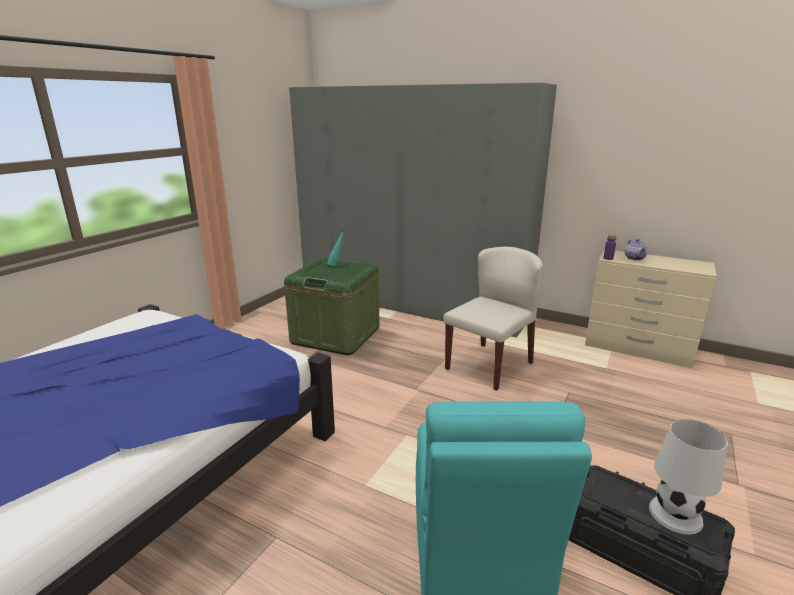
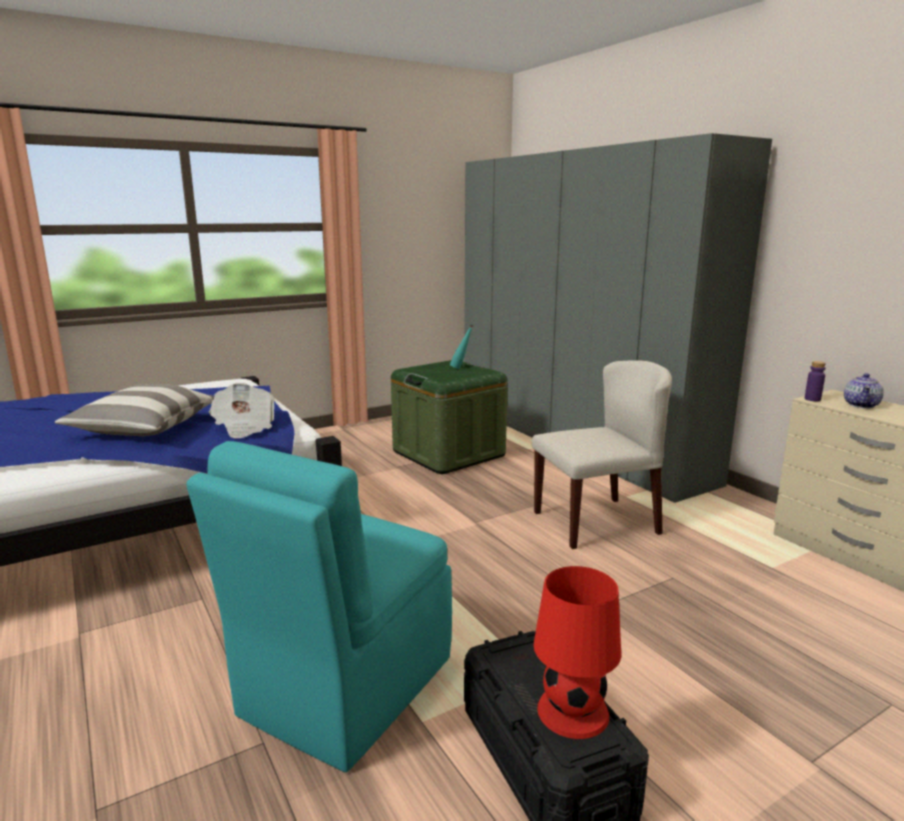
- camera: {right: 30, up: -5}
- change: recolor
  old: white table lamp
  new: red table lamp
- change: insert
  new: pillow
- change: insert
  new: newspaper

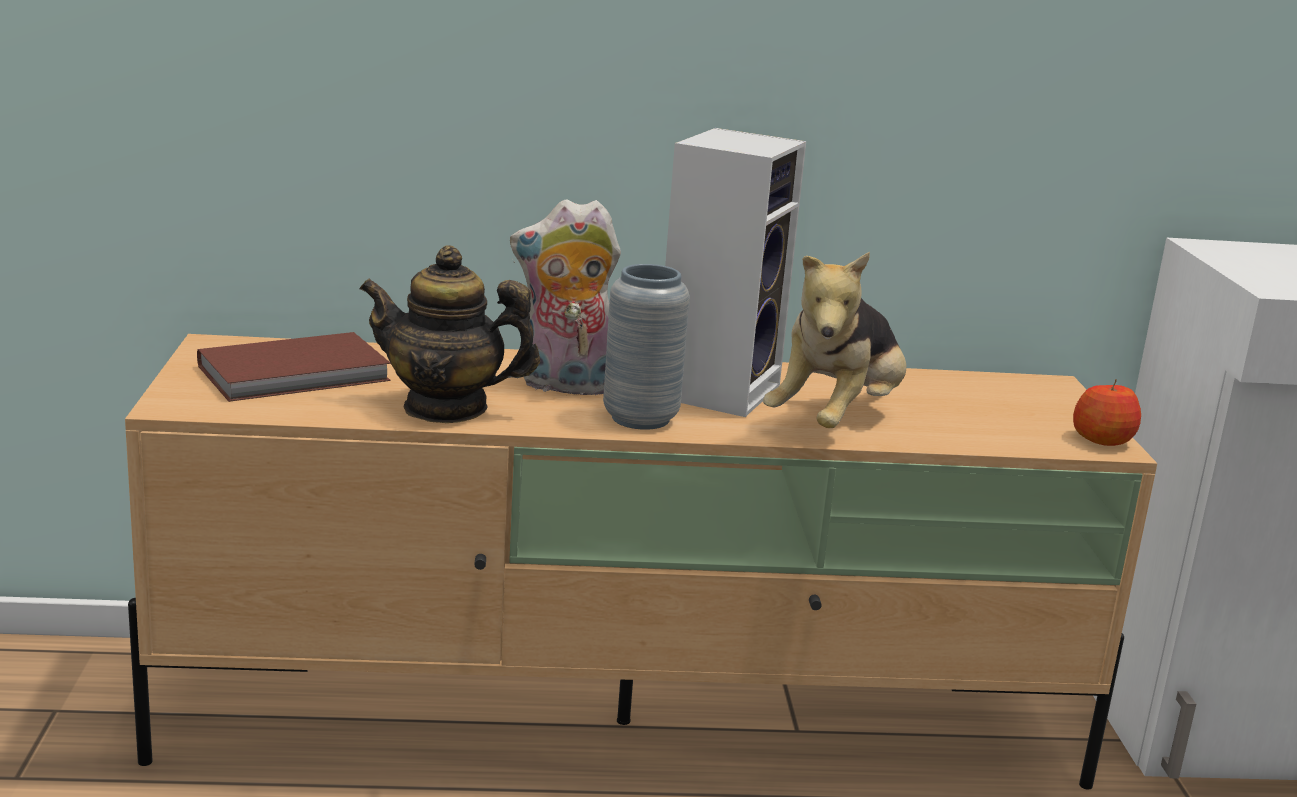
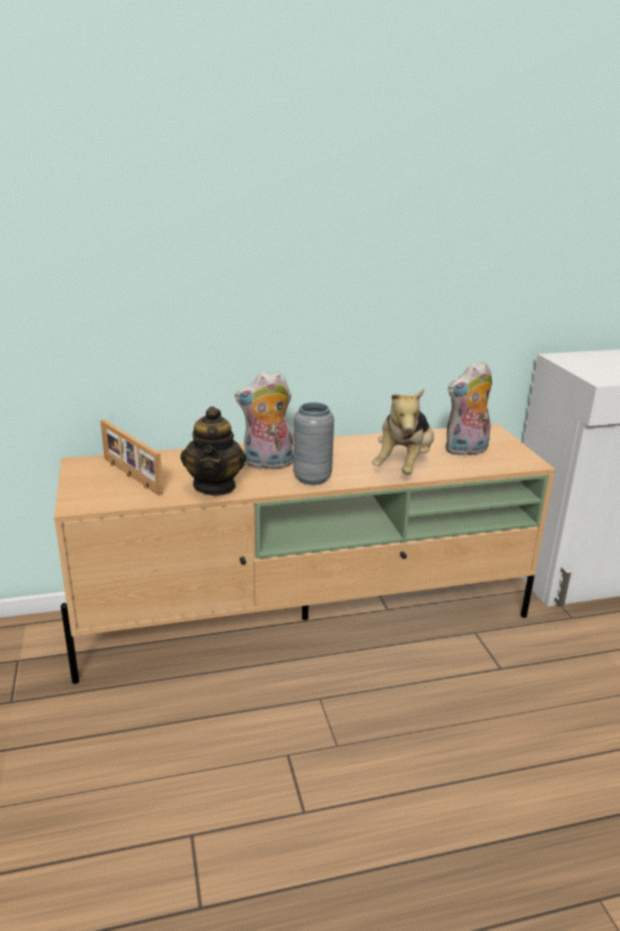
- camera: {right: -10, up: 5}
- change: replace
  old: brown book
  new: picture frame
- change: rotate
  old: teapot
  degrees: -90
- change: delete
  old: speaker
- change: delete
  old: apple
- change: insert
  new: plush toy (3rd from left)

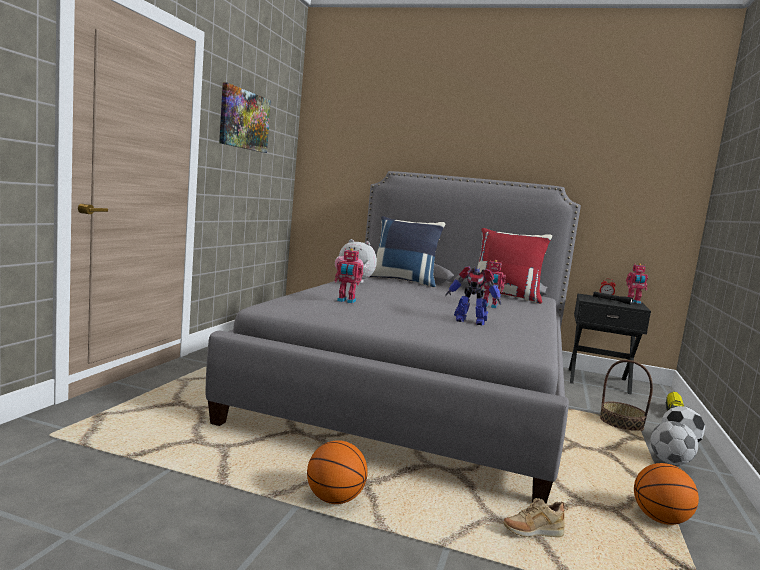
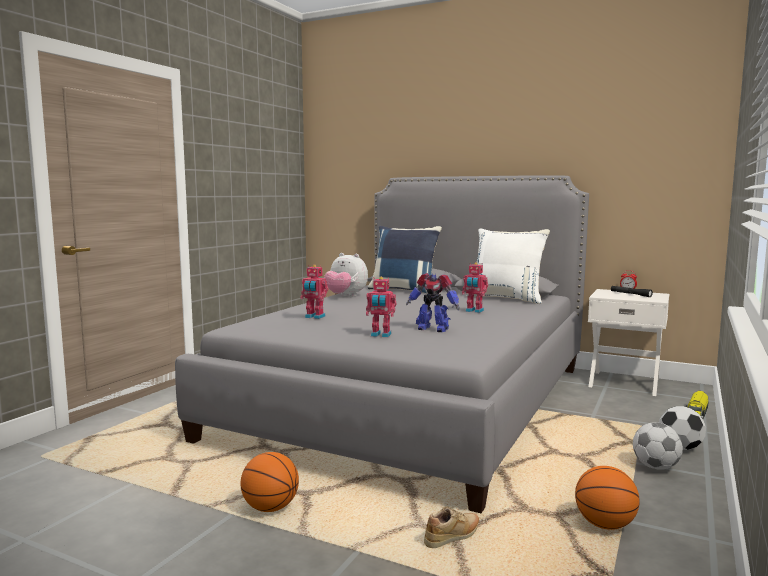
- camera: {right: 10, up: 0}
- change: delete
  old: picture
- change: recolor
  old: red pillow
  new: white pillow
- change: rotate
  old: beige shoe
  degrees: 150
- change: recolor
  old: black nightstand
  new: white nightstand
- change: delete
  old: basket
- change: move
  old: toy robot (4th from left in the first image)
  new: toy robot (2nd from left)

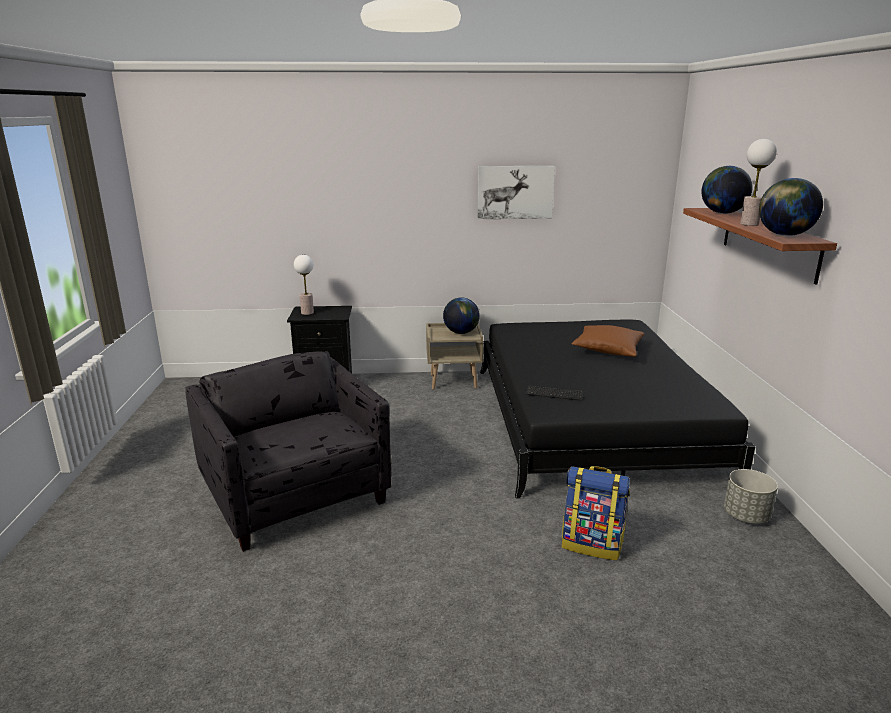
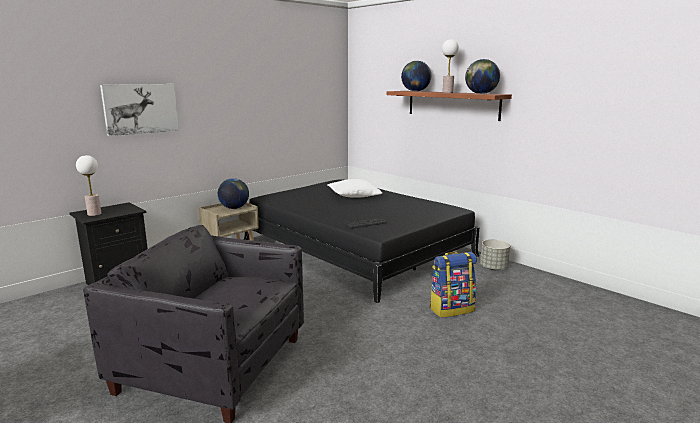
- camera: {right: -40, up: -5}
- change: move
  old: picture
- change: recolor
  old: brown pillow
  new: white pillow

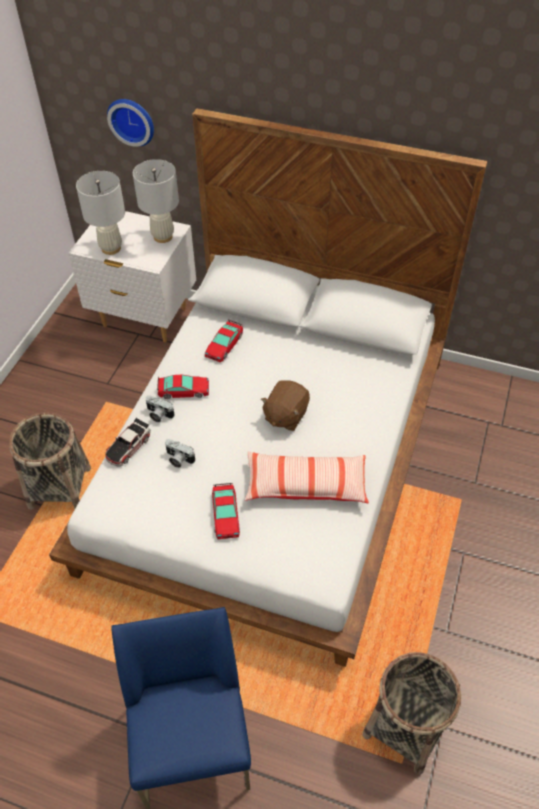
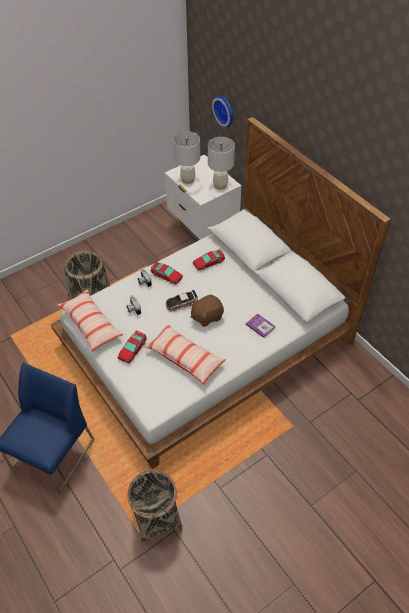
- camera: {right: 35, up: 0}
- change: move
  old: toy car (1st from left in the first image)
  new: toy car (3rd from left)
- change: insert
  new: pillow (1st from left)
- change: insert
  new: book

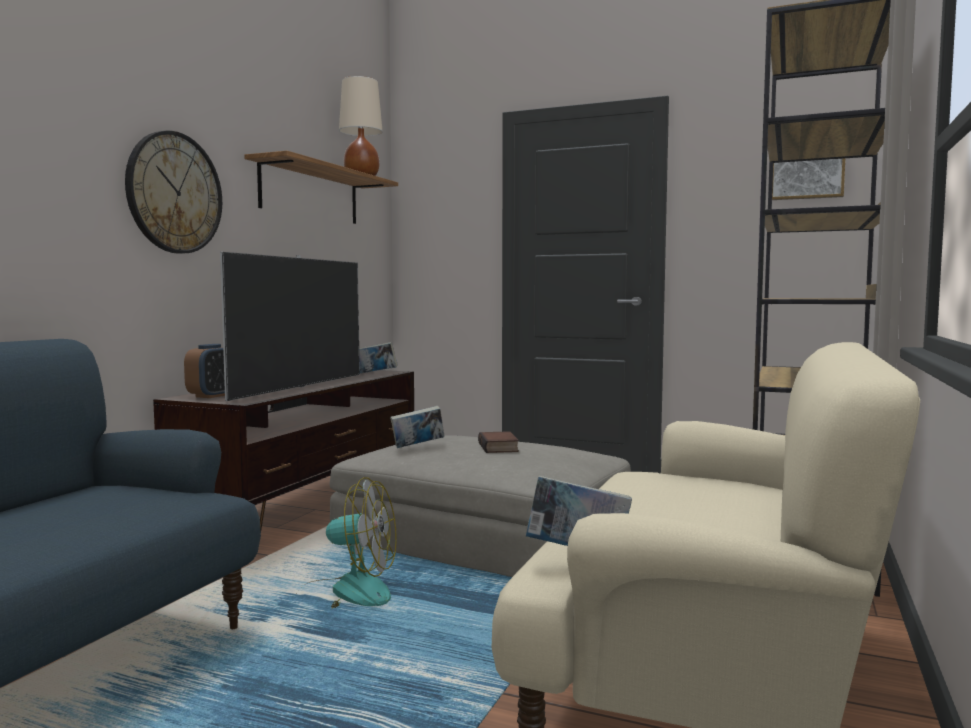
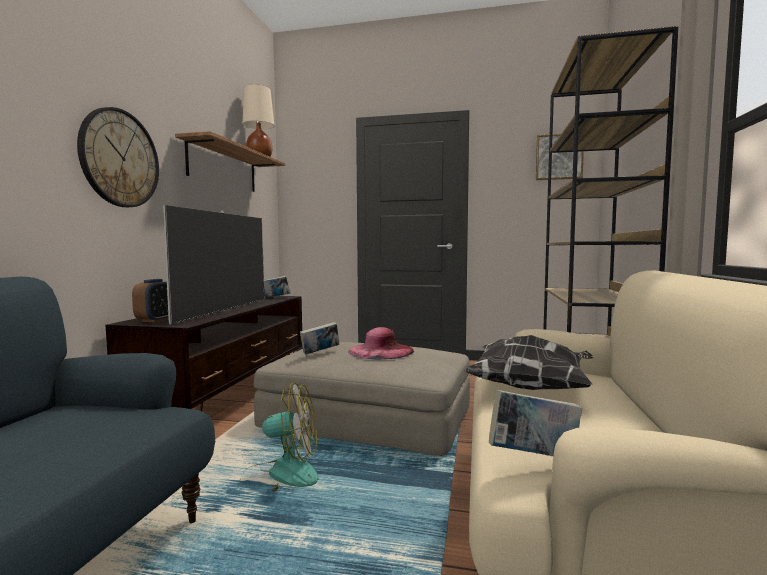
- camera: {right: -10, up: 0}
- change: replace
  old: book (3rd from left)
  new: pink hat
- change: insert
  new: pillow

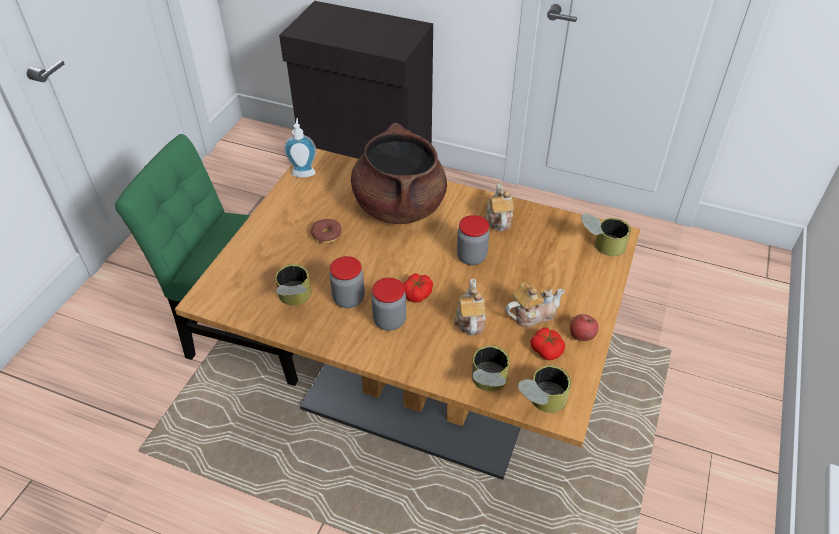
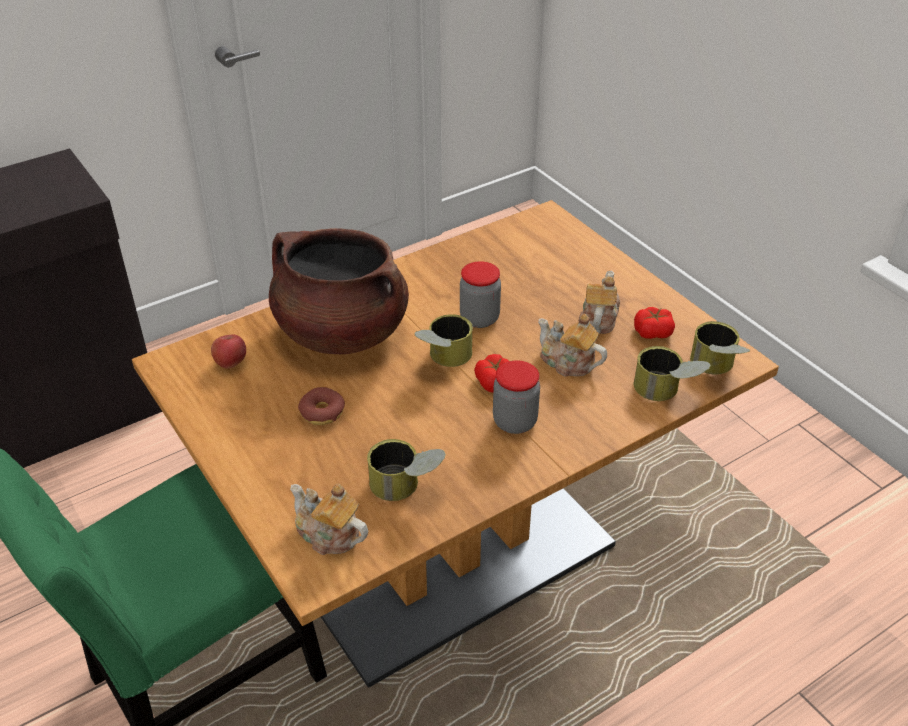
- camera: {right: -55, up: -5}
- change: delete
  old: soap dispenser
- change: delete
  old: jar (1st from left)
- change: move
  old: teapot (2nd from left in the first image)
  new: teapot (1st from left)
- change: move
  old: apple
- change: move
  old: can (4th from left in the first image)
  new: can (2nd from left)

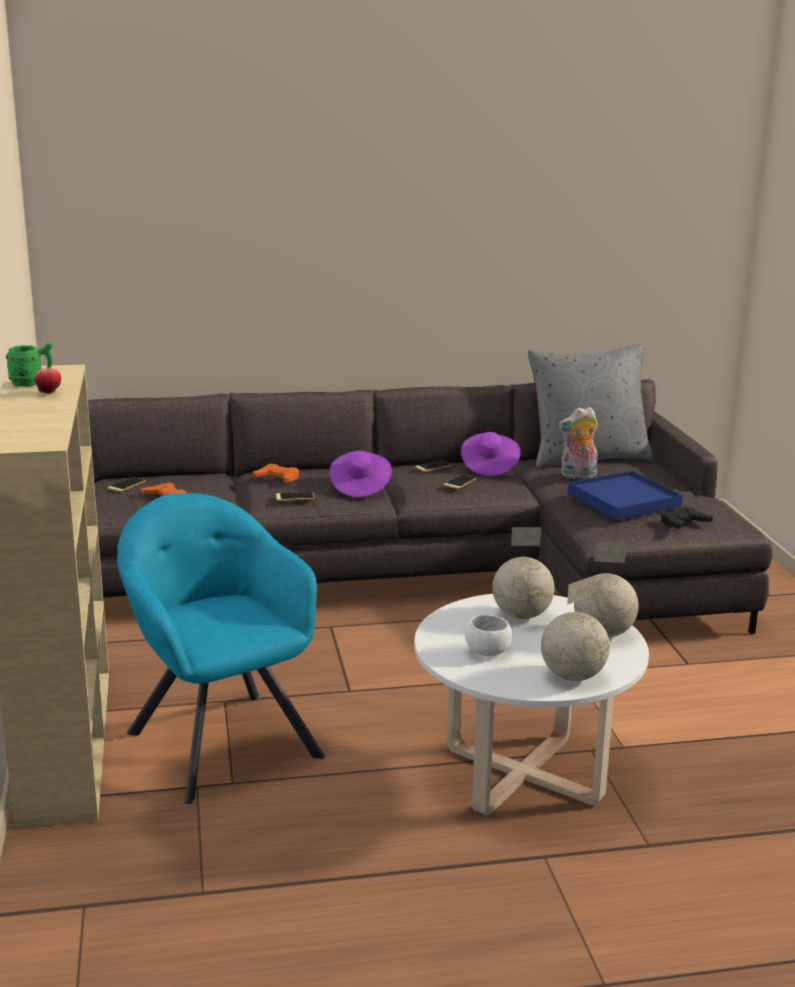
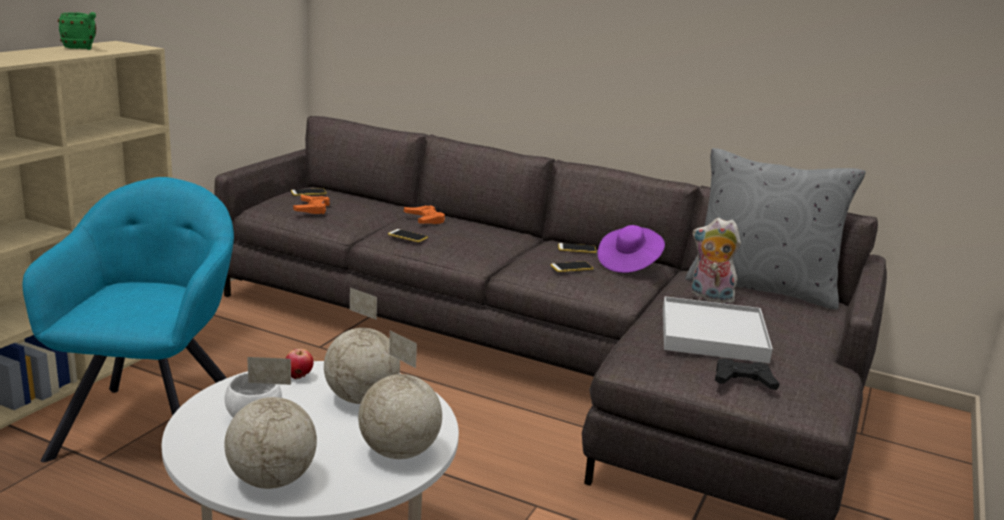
- camera: {right: 35, up: 0}
- change: move
  old: apple
- change: delete
  old: purple hat (1st from left)
- change: recolor
  old: blue tray
  new: white tray

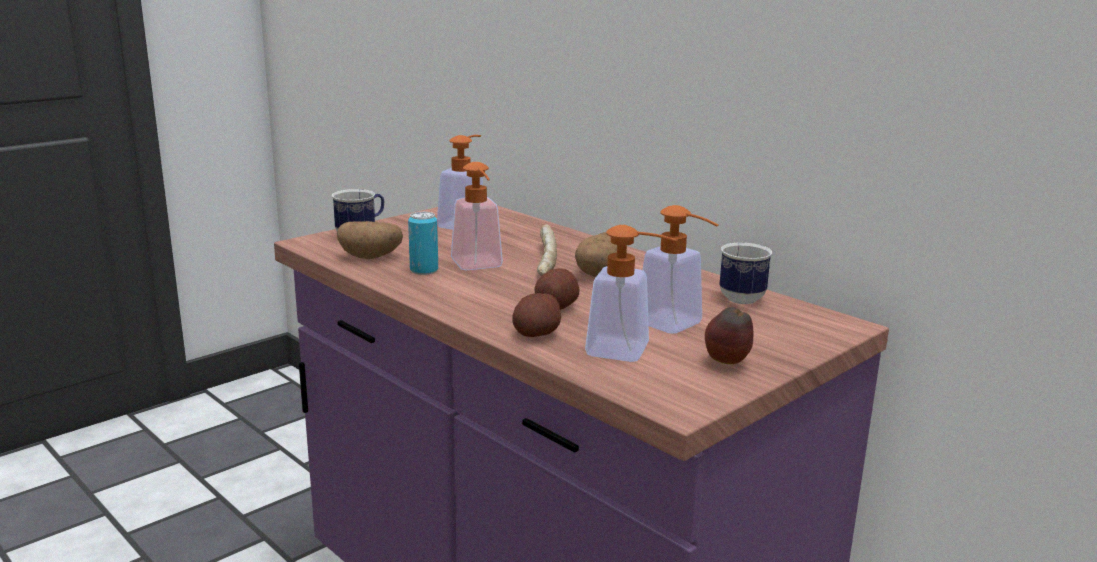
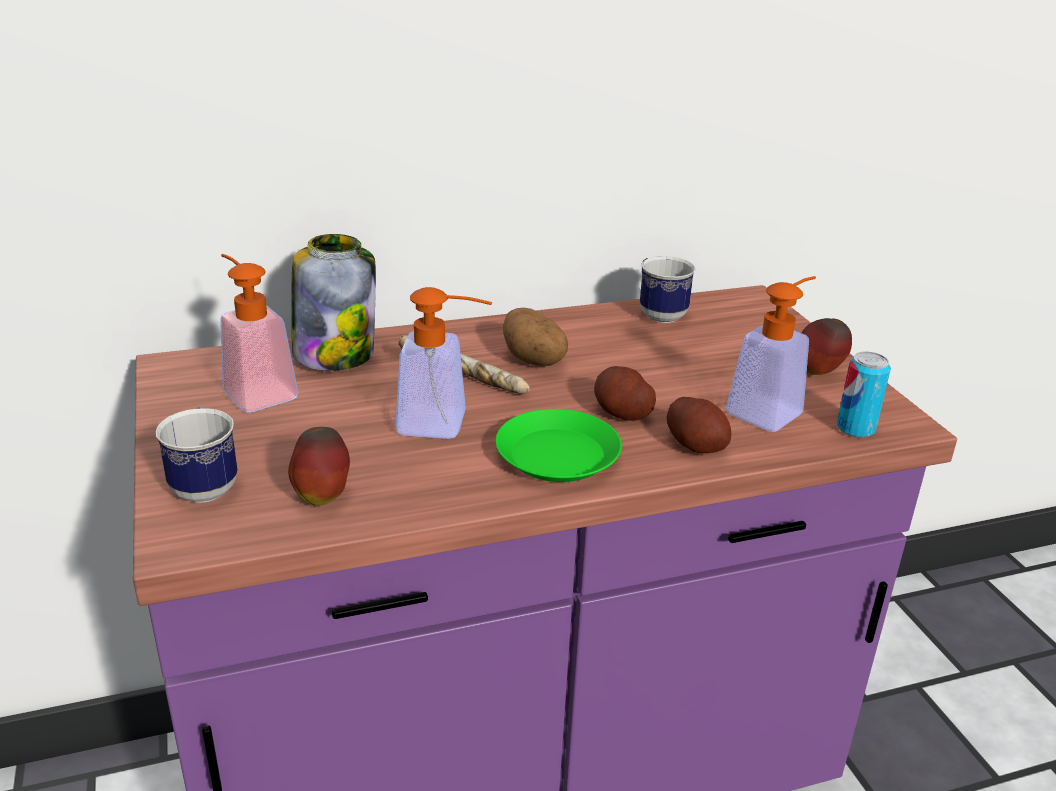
- camera: {right: -65, up: 10}
- change: replace
  old: potato (1st from left)
  new: apple (1st from left)
- change: move
  old: can
- change: delete
  old: soap dispenser (4th from left)
- change: insert
  new: jar
- change: insert
  new: green plate

